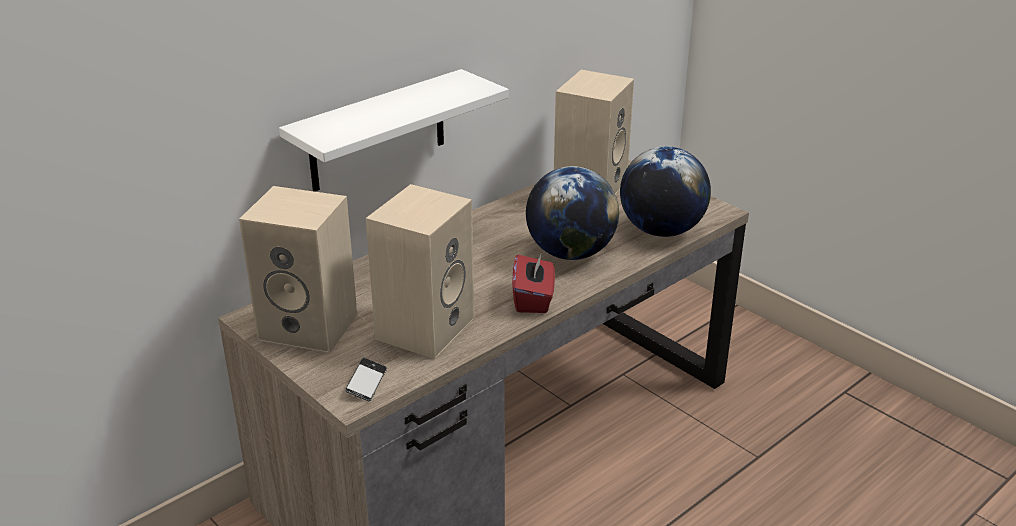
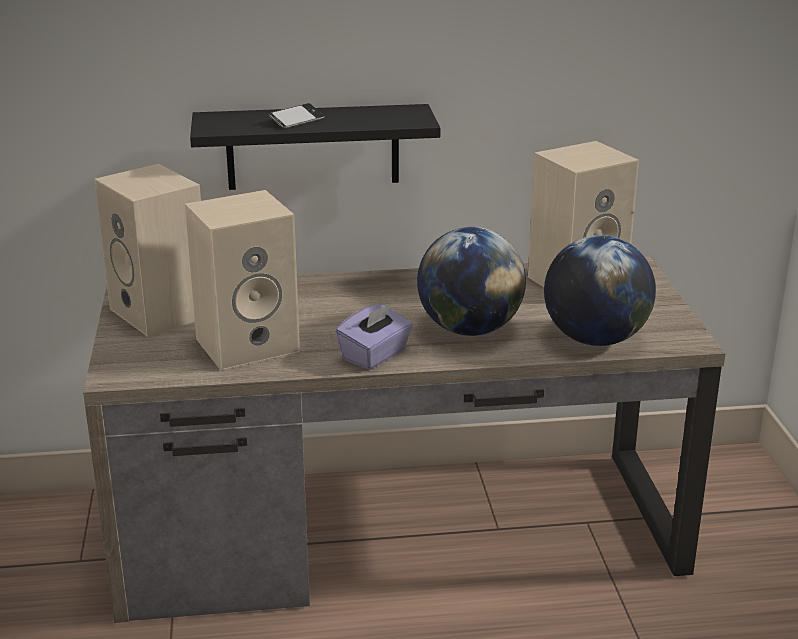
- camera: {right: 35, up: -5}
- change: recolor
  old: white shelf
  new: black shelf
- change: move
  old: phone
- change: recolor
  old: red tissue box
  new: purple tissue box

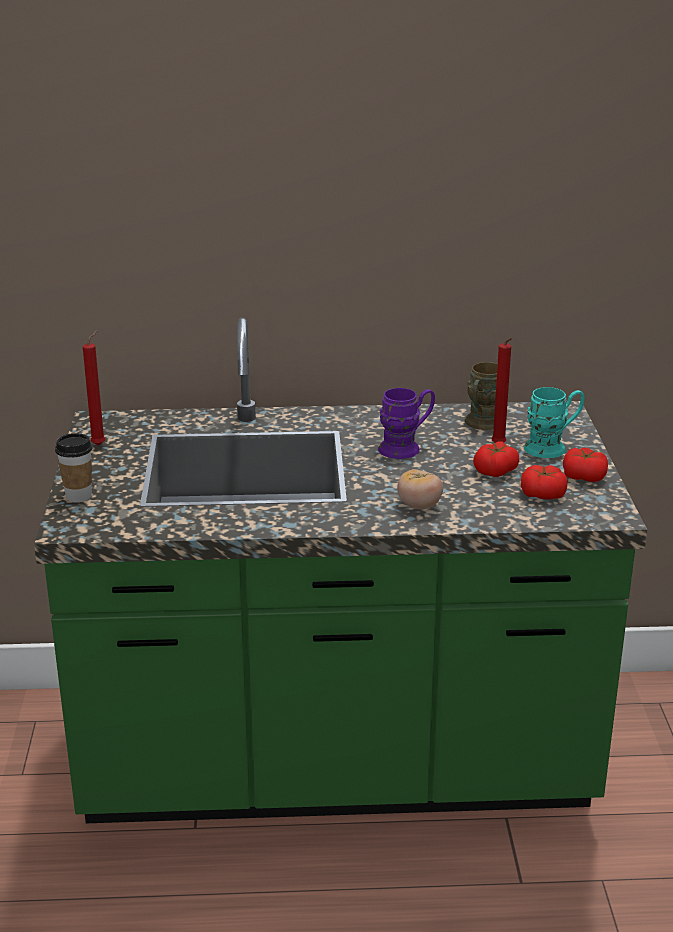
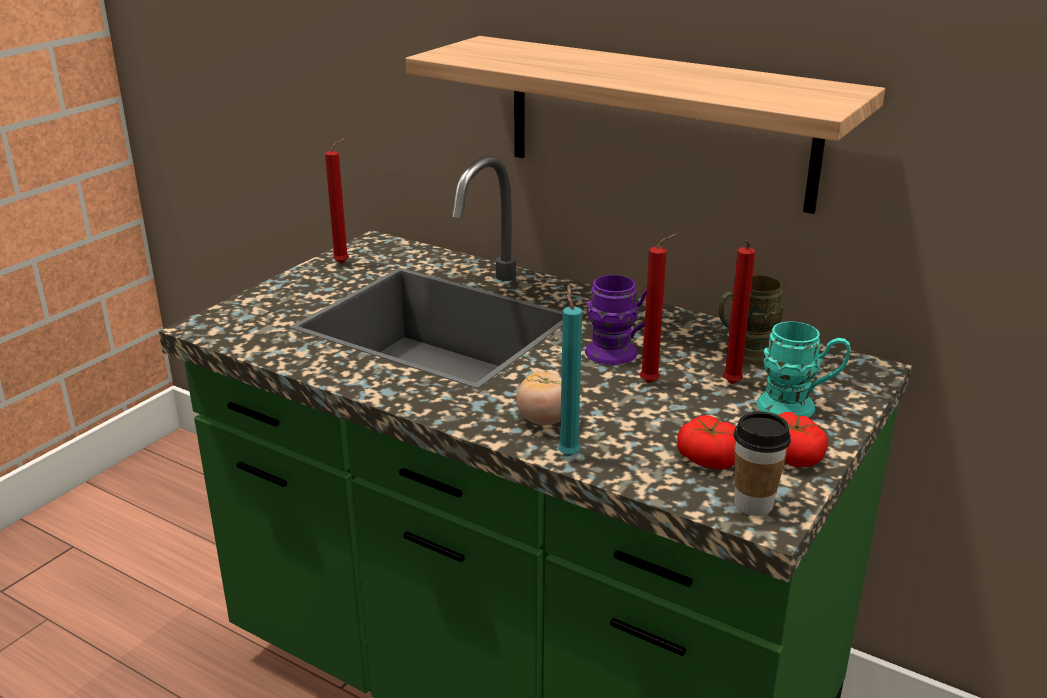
- camera: {right: 35, up: 0}
- change: move
  old: cup
- change: delete
  old: tomato (2nd from left)
- change: insert
  new: shelf
- change: insert
  new: turquoise candle
- change: insert
  new: red candle (2nd from left)

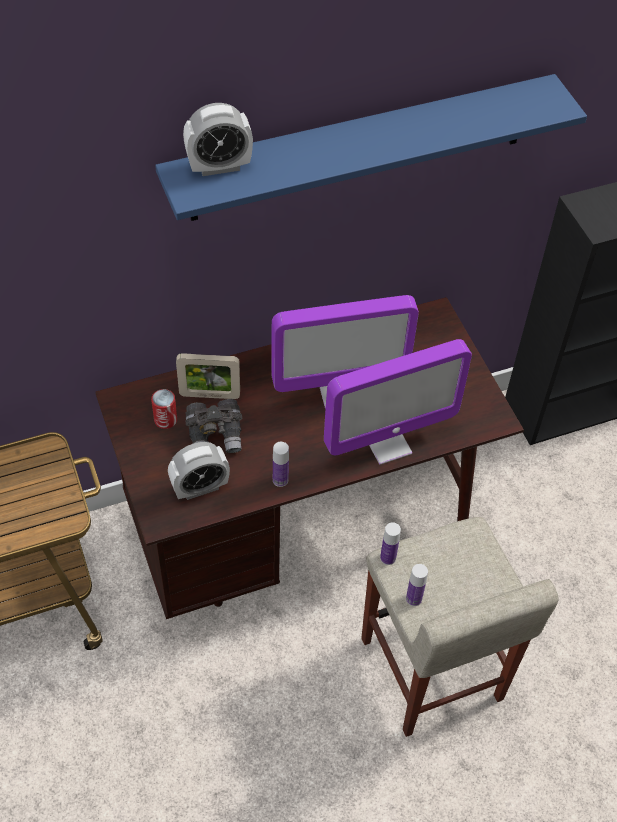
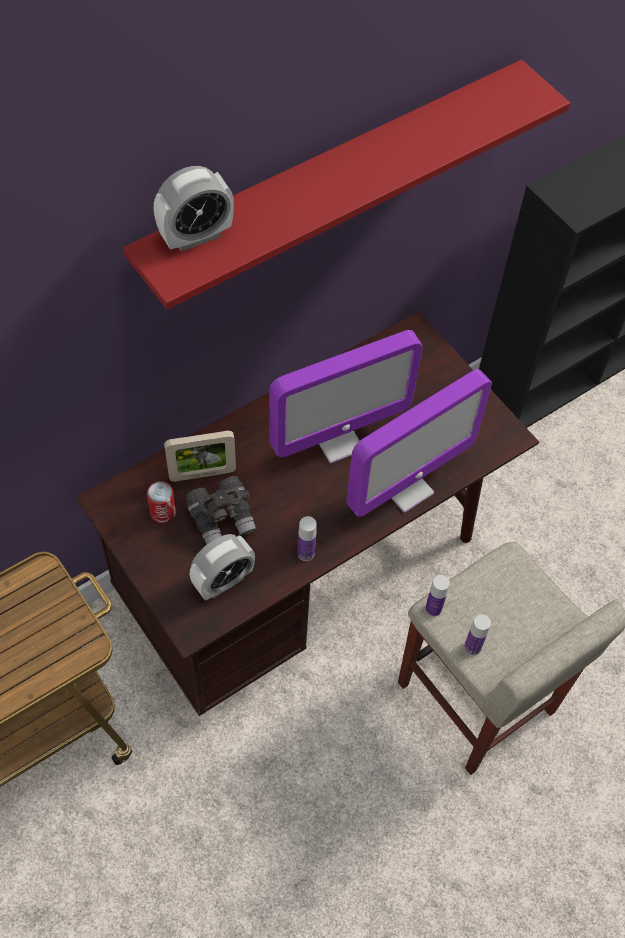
- camera: {right: -15, up: 5}
- change: recolor
  old: blue shelf
  new: red shelf

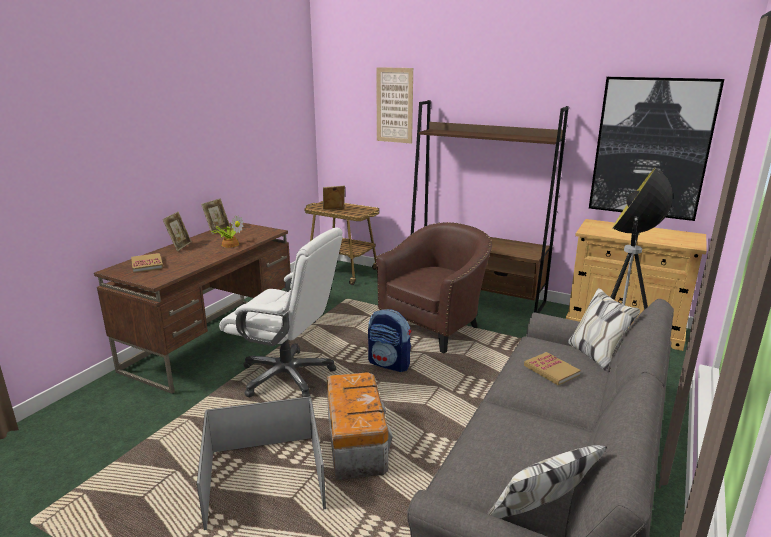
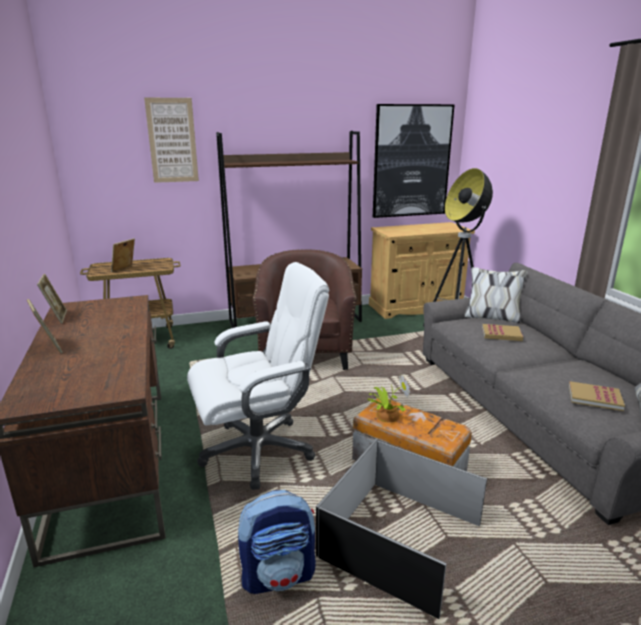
- camera: {right: -45, up: 0}
- change: move
  old: book (1st from left in the first image)
  new: book (2nd from left)
- change: move
  old: potted plant
- change: move
  old: backpack

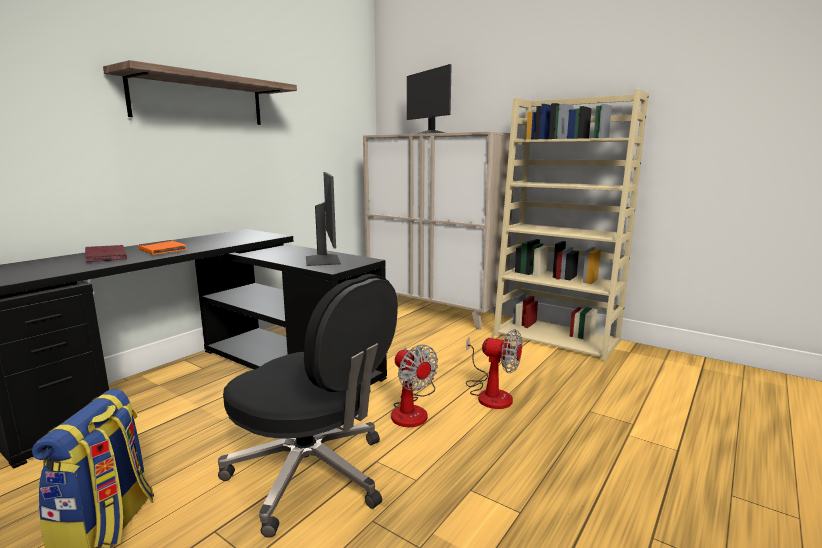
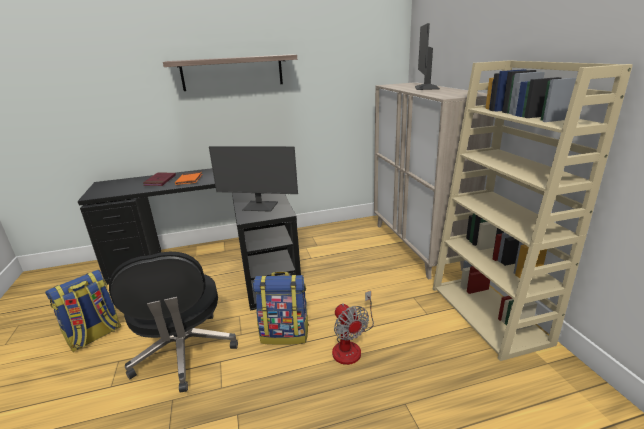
- camera: {right: 40, up: 10}
- change: rotate
  old: monitor (1st from left)
  degrees: 75
- change: replace
  old: fan (1st from left)
  new: backpack (2nd from left)

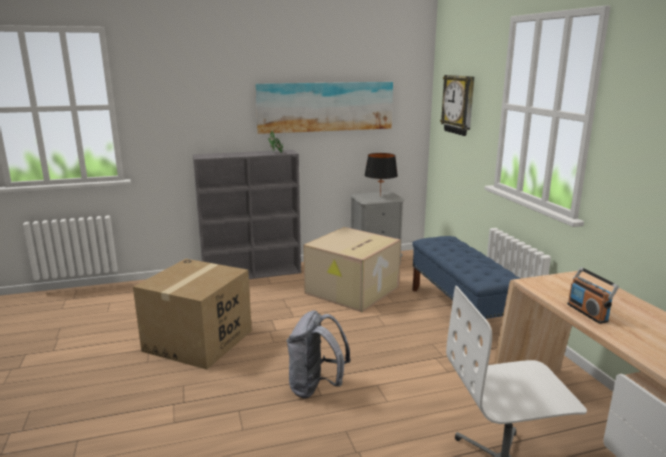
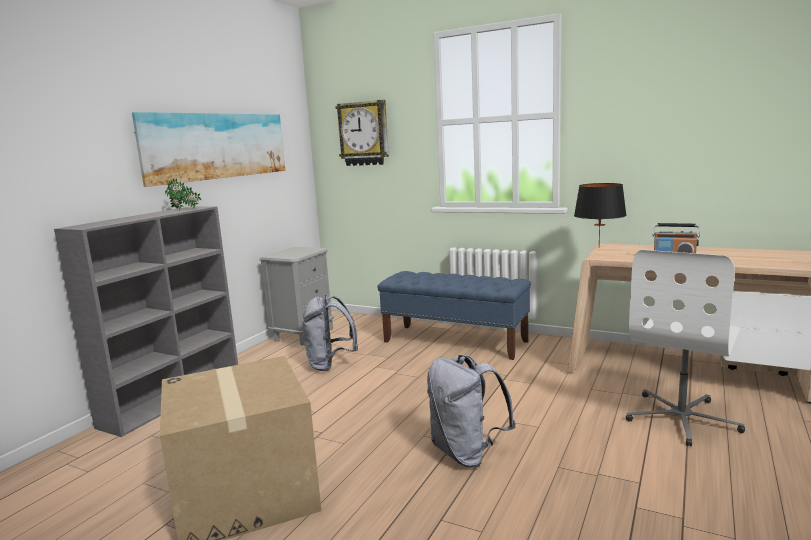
- camera: {right: -45, up: -5}
- change: replace
  old: cardboard box (2nd from left)
  new: grey backpack (1st from left)
- change: move
  old: black table lamp

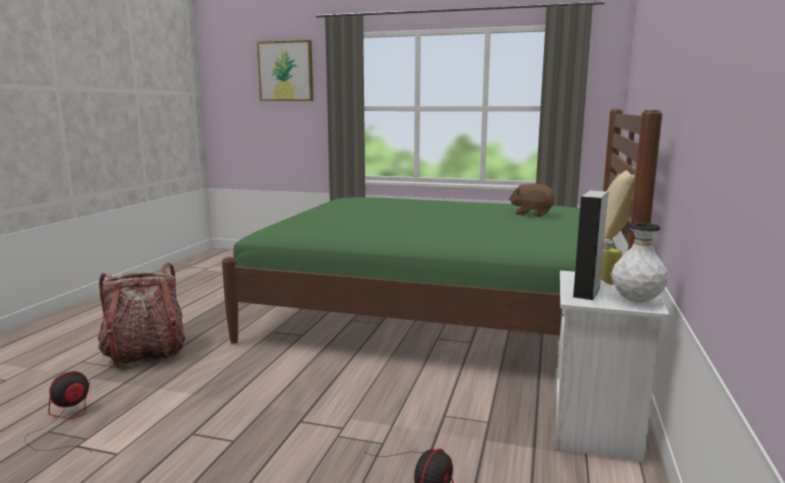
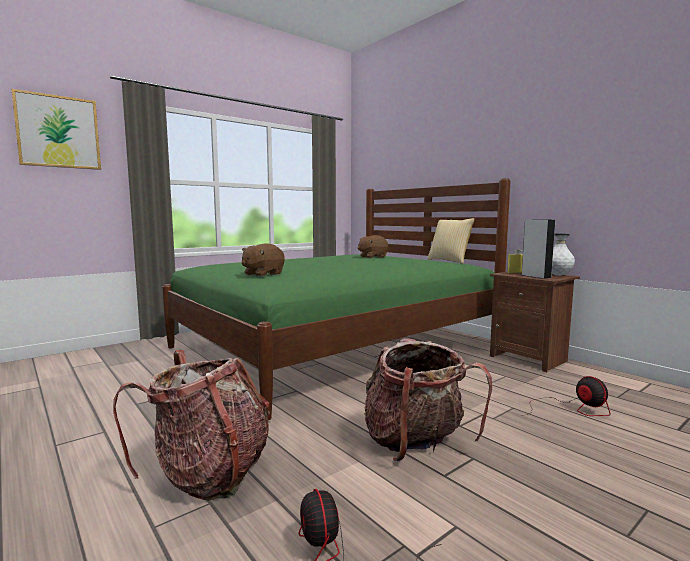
- camera: {right: -55, up: -5}
- change: recolor
  old: white nightstand
  new: brown nightstand
- change: insert
  new: brown plush toy (1st from left)
- change: insert
  new: backpack (2nd from left)

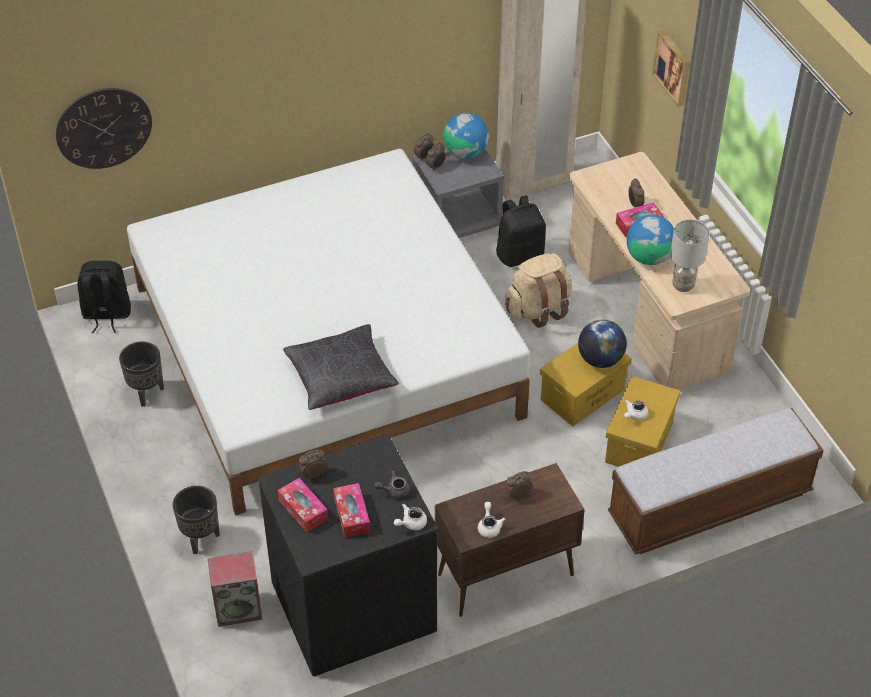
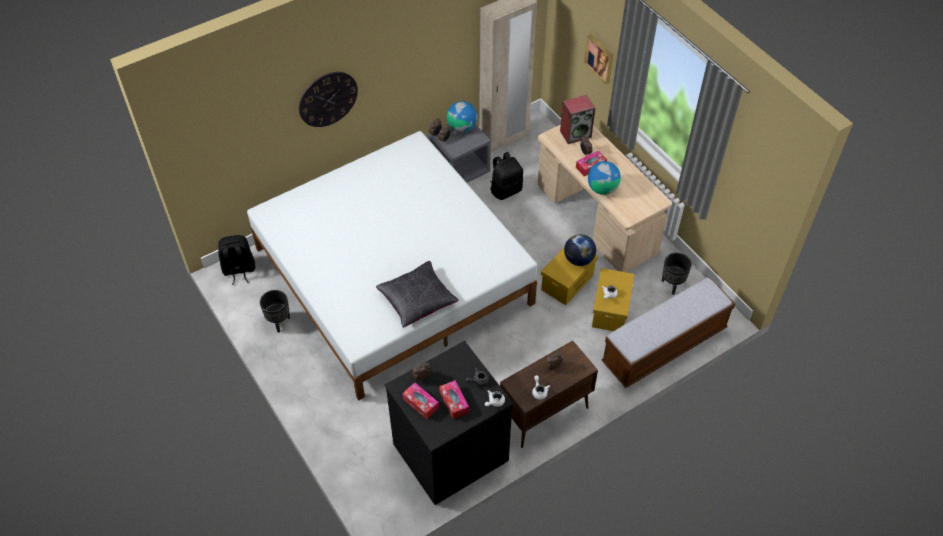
- camera: {right: -10, up: 5}
- change: move
  old: wall clock
- change: move
  old: black planter (2nd from left)
- change: move
  old: speaker
- change: delete
  old: beige backpack
- change: delete
  old: grey table lamp

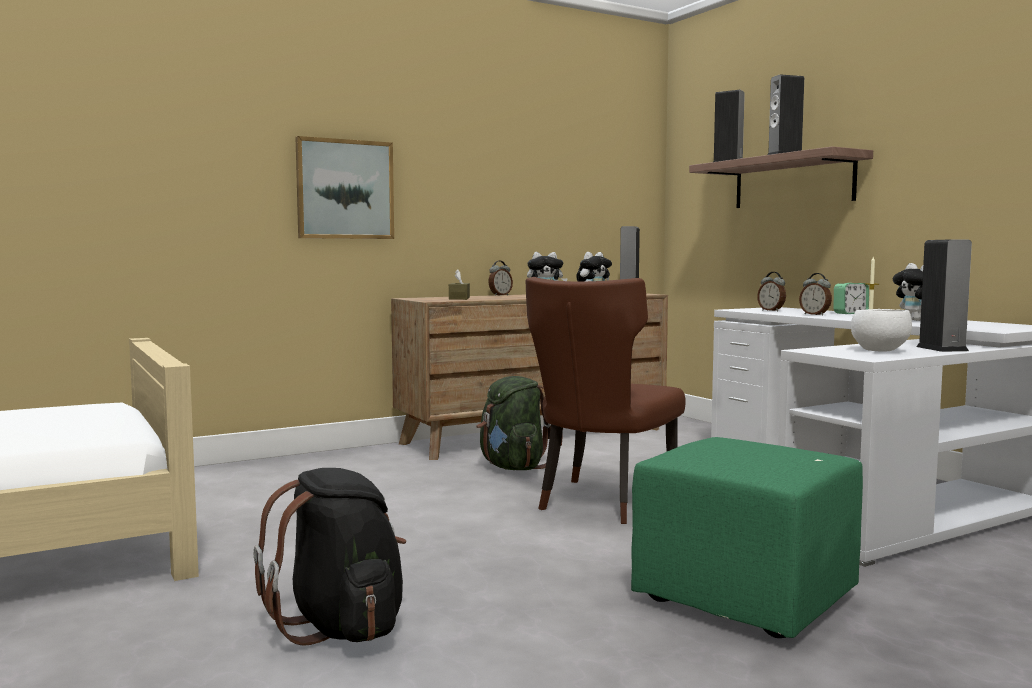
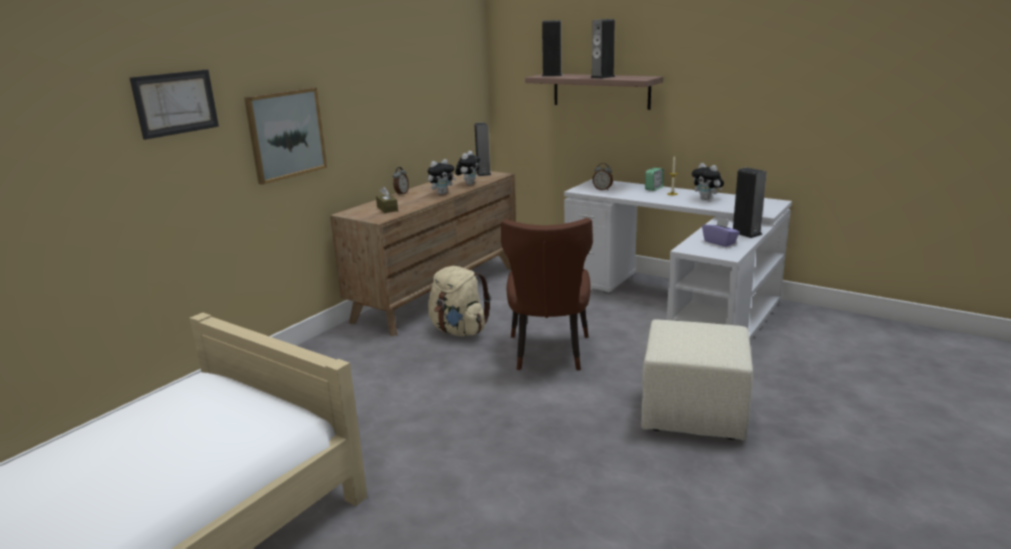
- camera: {right: -25, up: 15}
- change: delete
  old: black backpack
- change: recolor
  old: green backpack
  new: beige backpack
- change: recolor
  old: green ottoman
  new: beige ottoman
- change: delete
  old: alarm clock (3rd from left)
- change: replace
  old: white bowl
  new: purple tissue box
- change: insert
  new: picture (1st from left)

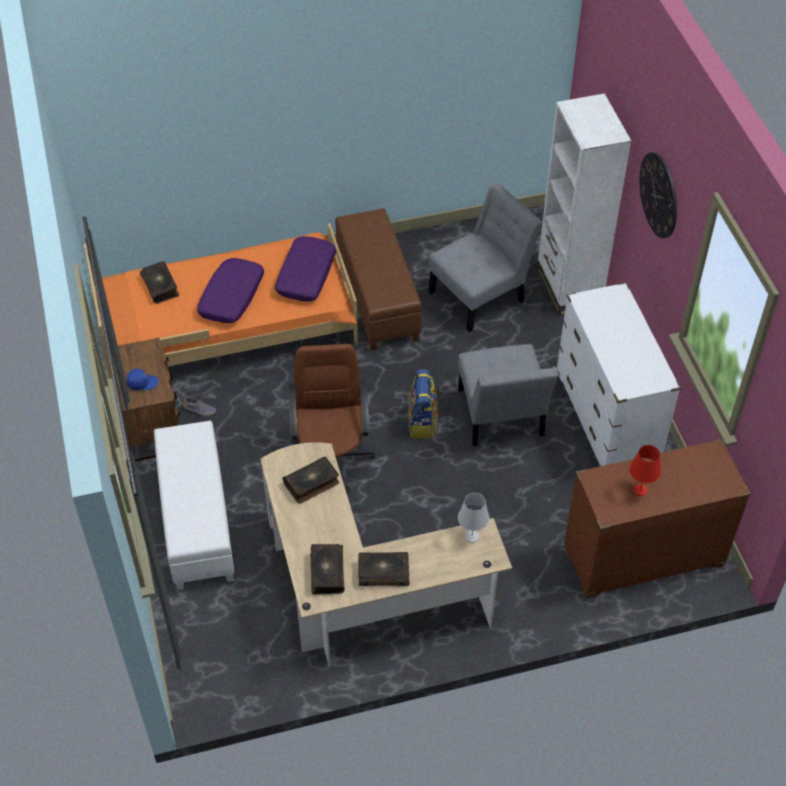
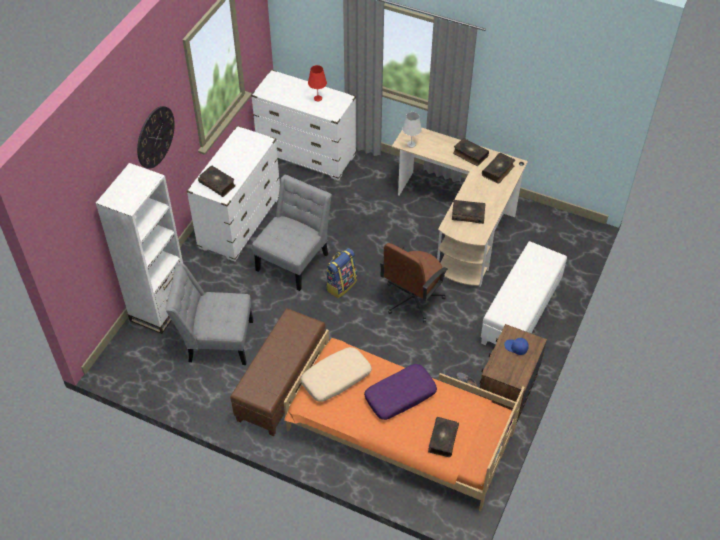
- camera: {right: -140, up: 0}
- change: recolor
  old: purple pillow (2nd from left)
  new: beige pillow
- change: recolor
  old: brown dresser
  new: white dresser (2nd from left)
- change: insert
  new: book (1st from left)

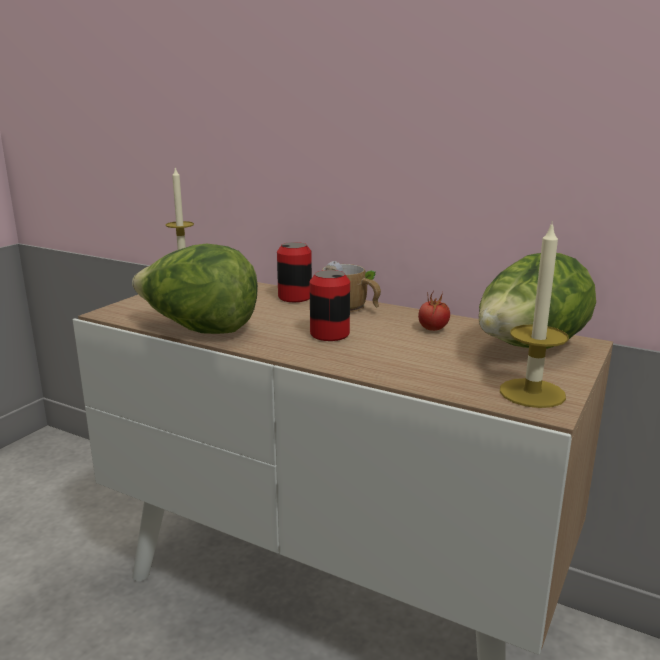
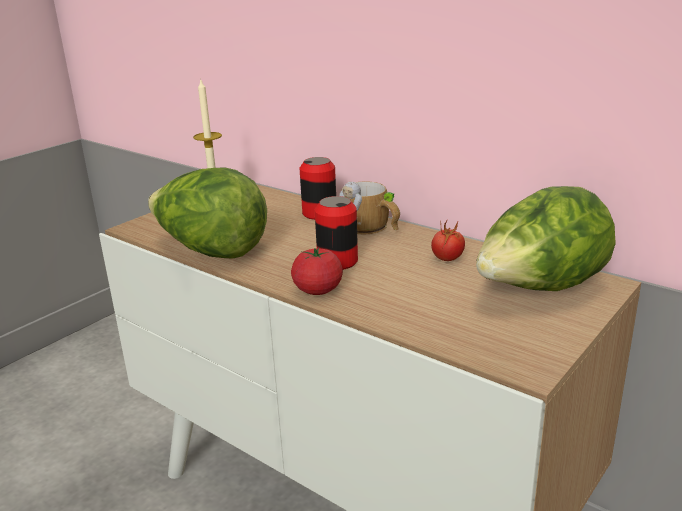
- camera: {right: 10, up: 5}
- change: delete
  old: candle (2nd from left)
- change: insert
  new: tomato (1st from left)

